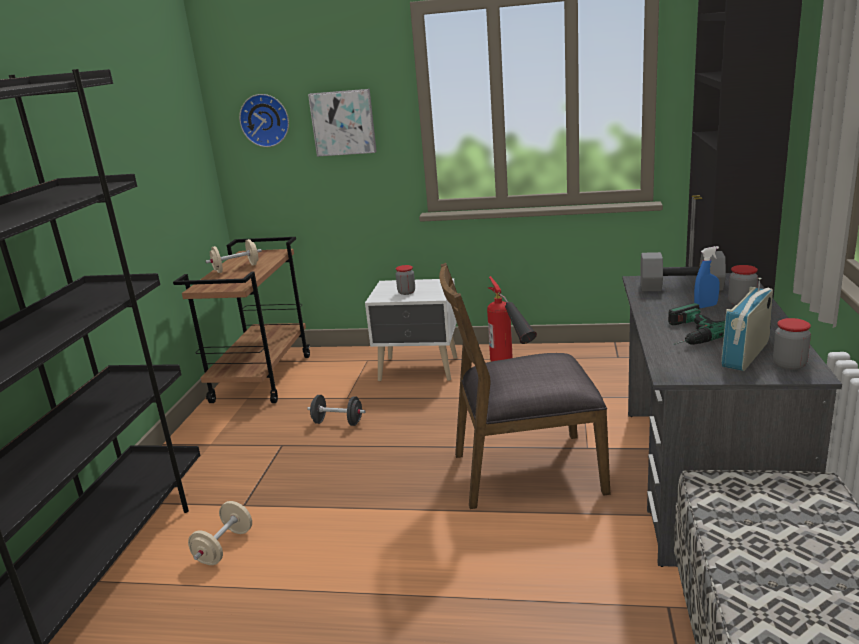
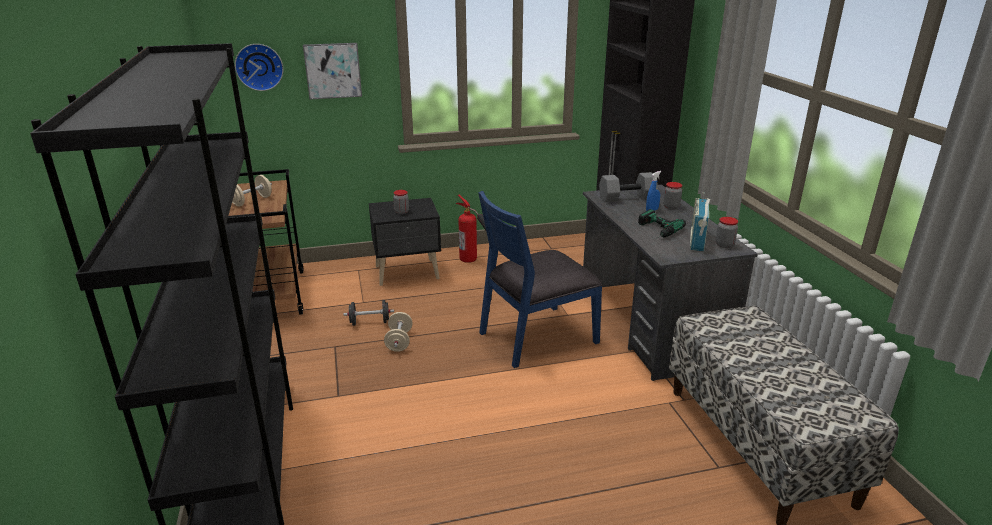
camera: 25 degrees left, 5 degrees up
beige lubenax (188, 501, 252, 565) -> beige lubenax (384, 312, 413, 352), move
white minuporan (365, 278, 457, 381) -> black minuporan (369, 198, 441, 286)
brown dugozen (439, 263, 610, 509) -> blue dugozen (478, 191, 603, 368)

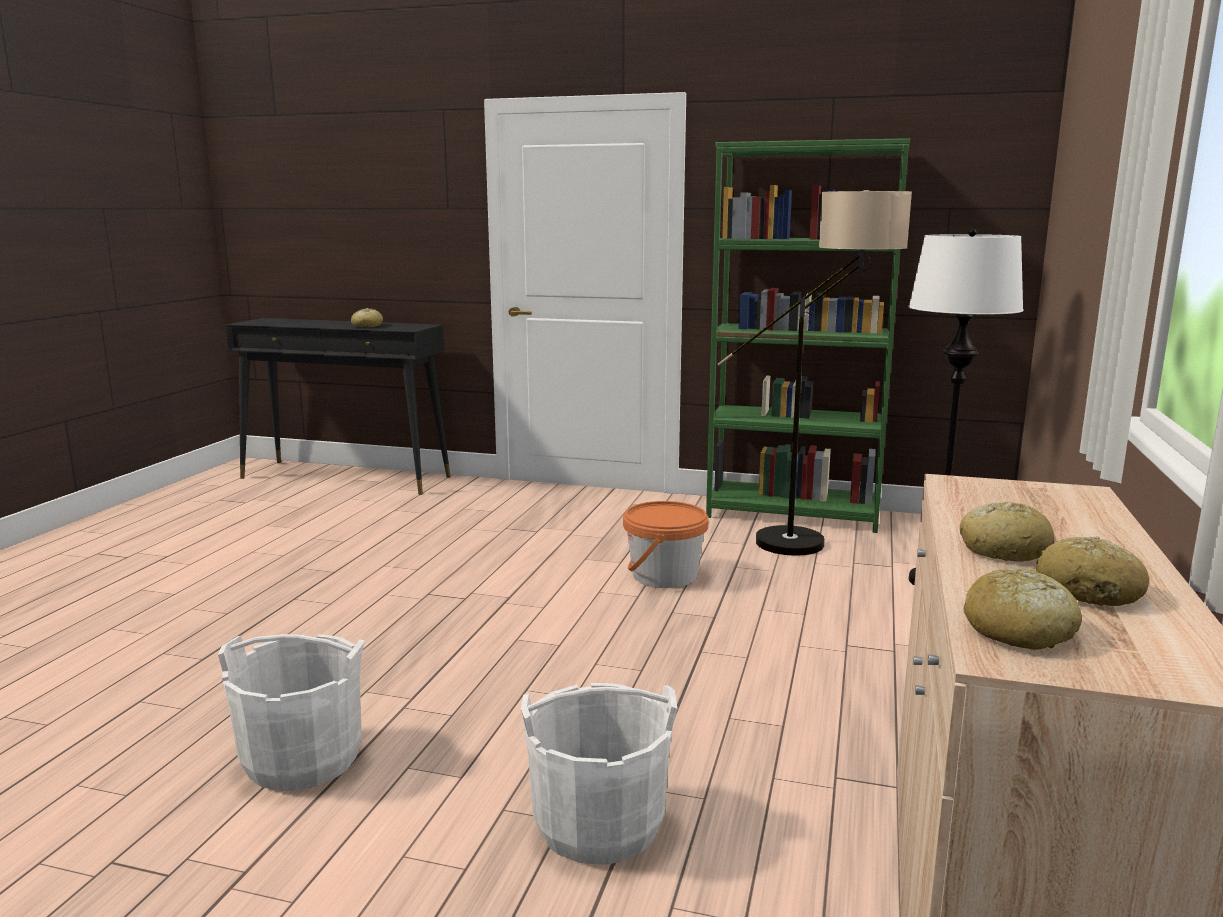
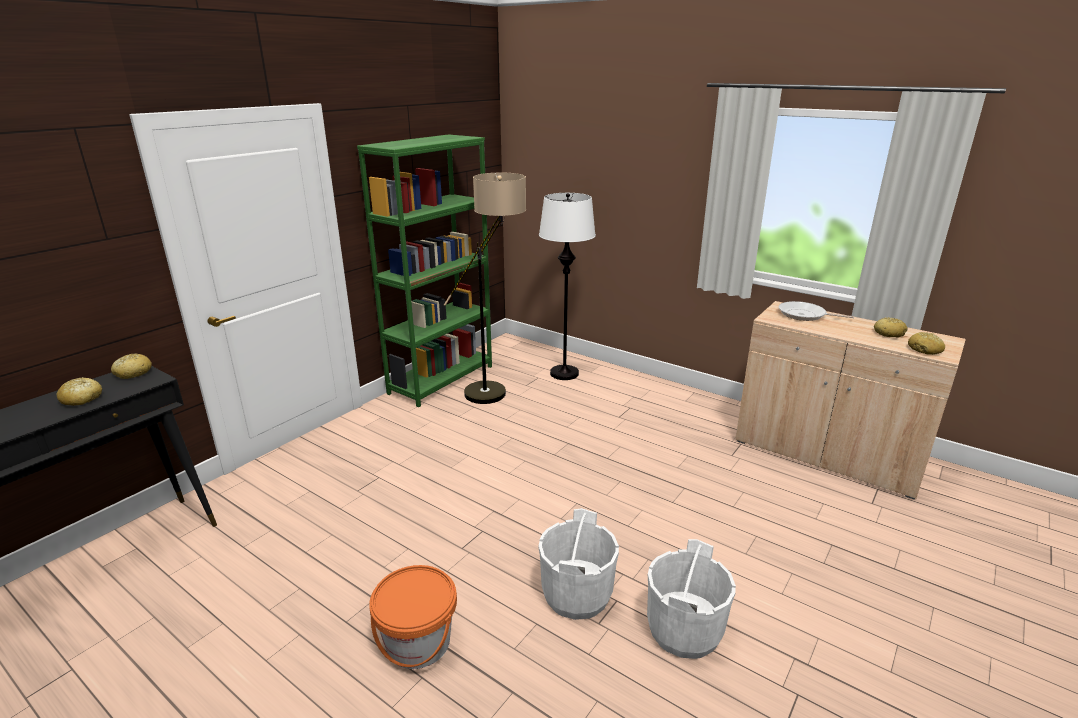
camera: 70 degrees left, 10 degrees up
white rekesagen (521, 683, 677, 865) -> white rekesagen (538, 508, 619, 620), move
orange rekesagen (623, 501, 709, 588) -> orange rekesagen (369, 565, 457, 669), move
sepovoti (960, 502, 1055, 562) -> sepovoti (111, 353, 152, 379), move
none -> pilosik (779, 301, 854, 321)

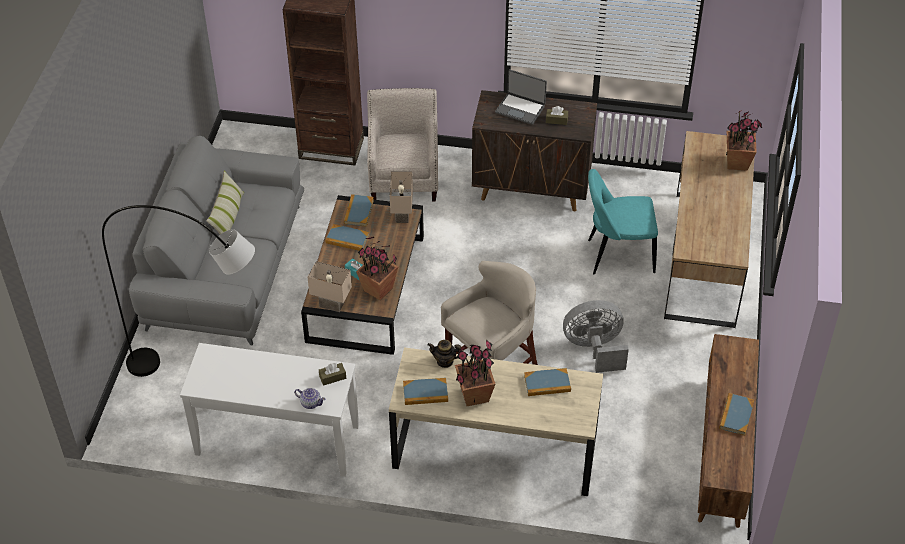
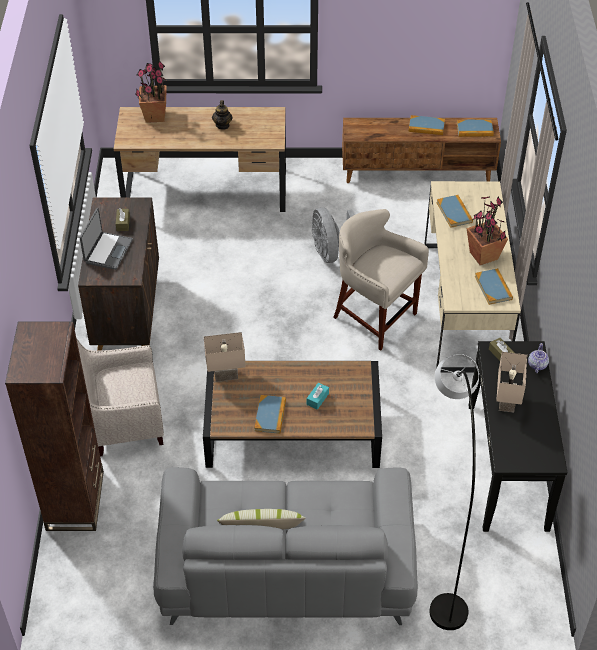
camera: 100 degrees left, 0 degrees up
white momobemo (180, 343, 359, 477) -> black momobemo (468, 341, 567, 532)
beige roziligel (307, 261, 352, 312) -> beige roziligel (496, 352, 527, 413), move
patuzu (344, 194, 374, 227) -> patuzu (457, 119, 494, 137), move
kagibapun (356, 237, 398, 300) -> none
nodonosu (427, 340, 461, 368) -> nodonosu (212, 100, 233, 130), move
turquoise dugozen (588, 169, 658, 274) -> none

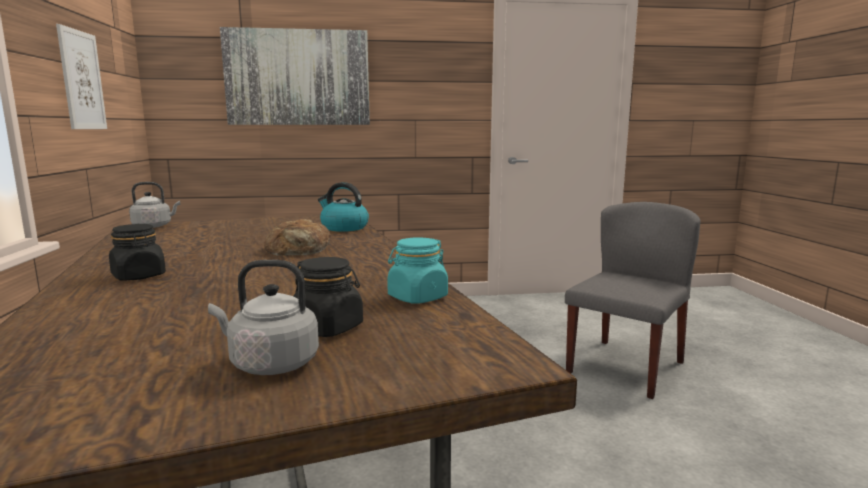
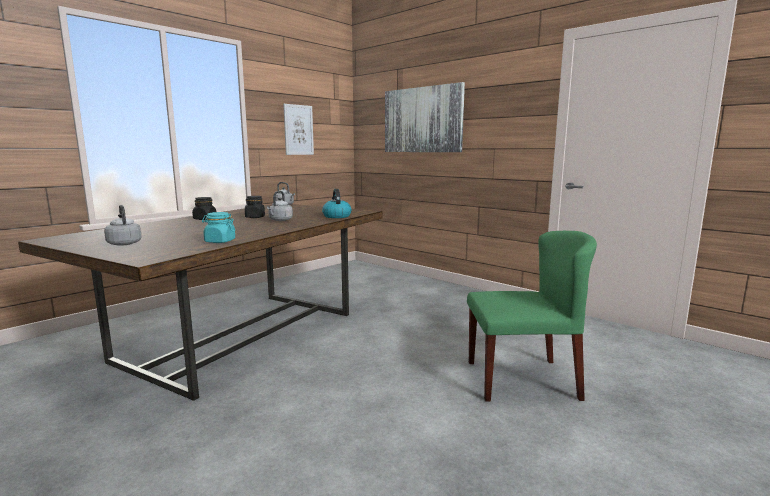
camera: 50 degrees right, 0 degrees up
sepovoti (264, 218, 331, 255) -> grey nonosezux (267, 191, 293, 221)
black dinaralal (294, 257, 363, 337) -> black dinaralal (245, 196, 265, 218), move
grey dugozen (565, 202, 700, 399) -> green dugozen (467, 231, 597, 402)

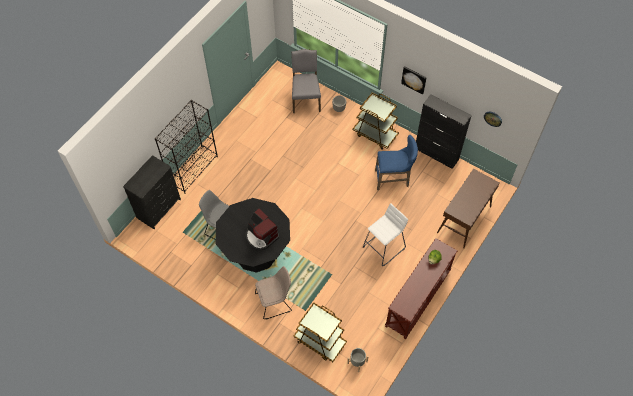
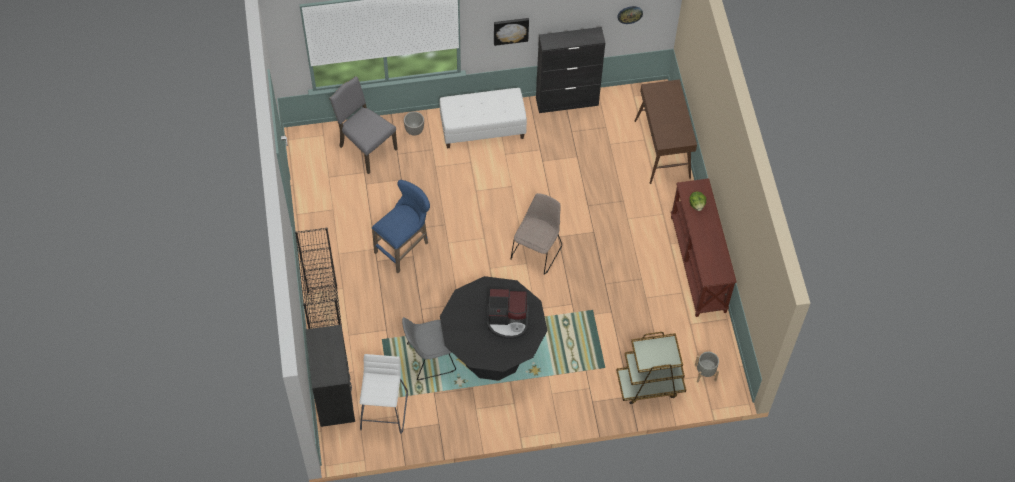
camera: 45 degrees left, 0 degrees up
beige dugozen (255, 266, 292, 320) -> beige dugozen (511, 193, 562, 275), move
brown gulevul (353, 92, 399, 150) -> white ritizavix (439, 88, 527, 148)
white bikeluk (363, 203, 408, 266) -> white bikeluk (360, 354, 408, 434), move
blue bikeluk (375, 135, 418, 190) -> blue bikeluk (372, 180, 430, 273), move

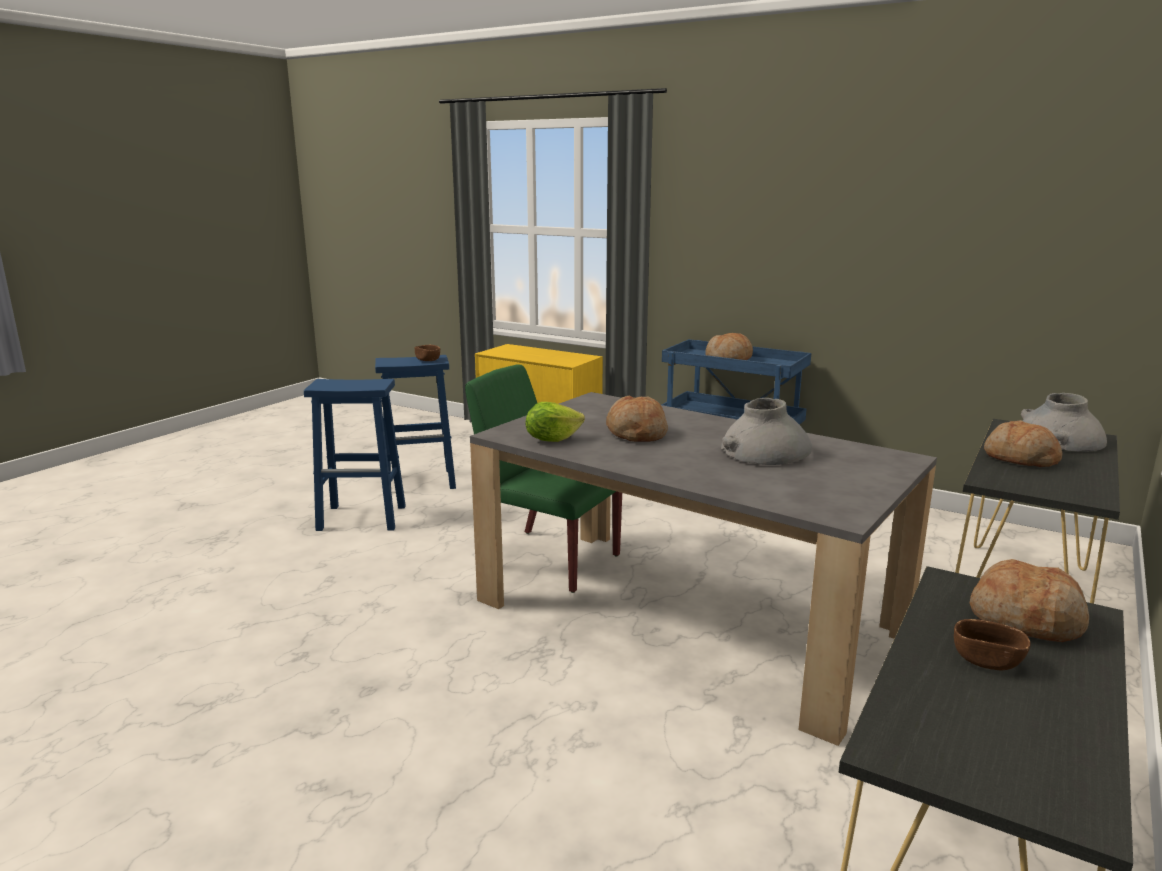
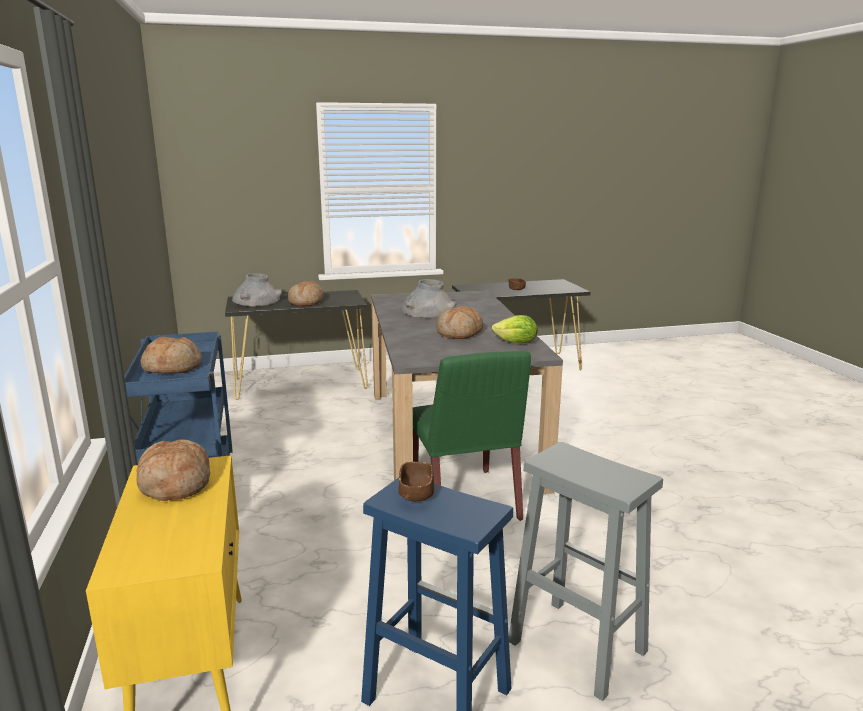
camera: 135 degrees left, 0 degrees up
blue bikeluk (304, 379, 406, 531) -> grey bikeluk (509, 442, 663, 701)
sepovoti (970, 559, 1089, 642) -> sepovoti (136, 439, 210, 501), move

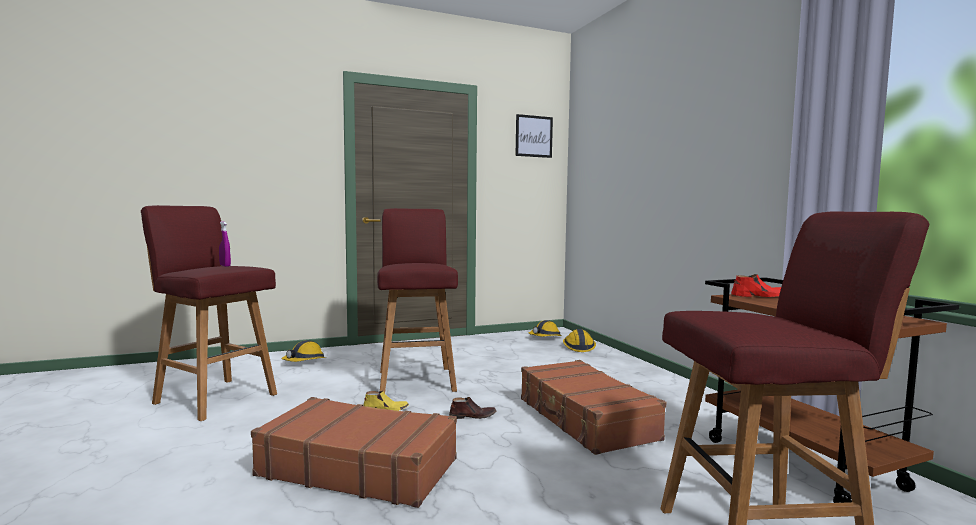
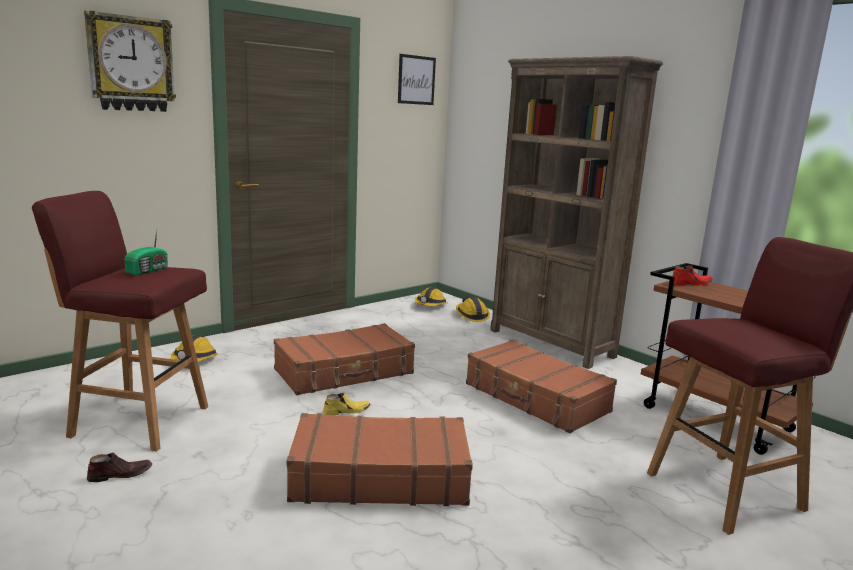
camera: 20 degrees left, 10 degrees up
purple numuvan (219, 221, 231, 267) -> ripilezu (124, 230, 168, 275)
red bikeluk (377, 208, 458, 393) -> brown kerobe (274, 323, 415, 395)
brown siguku (449, 397, 496, 419) -> brown siguku (87, 453, 152, 482), move
none -> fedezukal (84, 11, 176, 112)
none -> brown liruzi (490, 56, 663, 369)

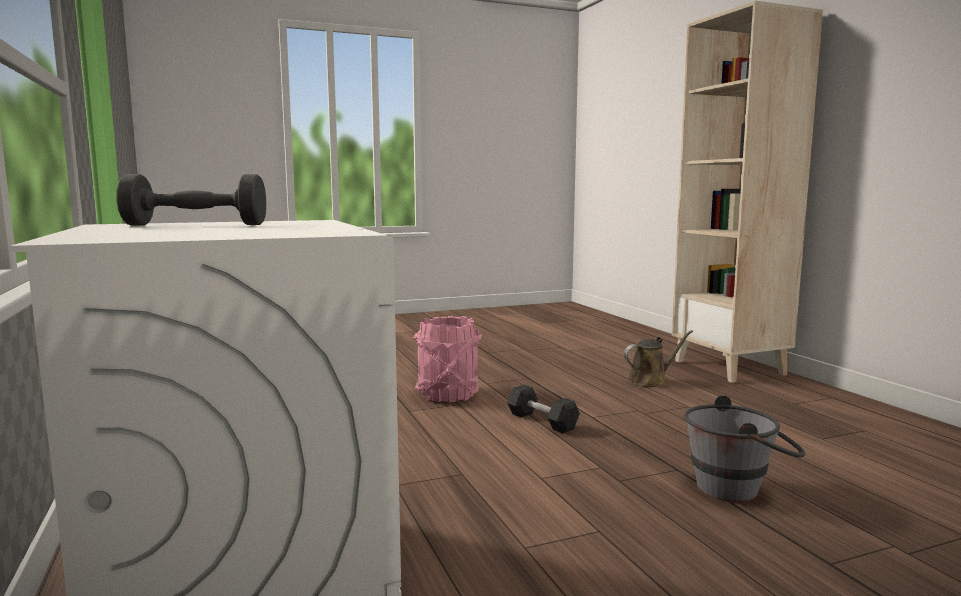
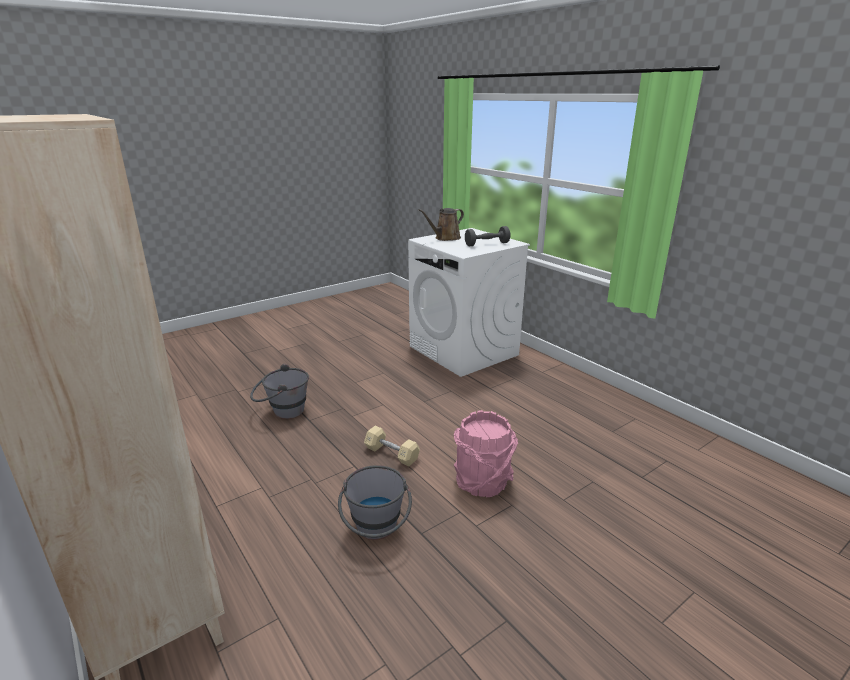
camera: 165 degrees right, 15 degrees up
black lubenax (507, 385, 580, 433) -> beige lubenax (364, 426, 420, 466)
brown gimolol (624, 330, 693, 387) -> brown gimolol (419, 208, 464, 241), move
none -> grey rekesagen (338, 465, 412, 540)

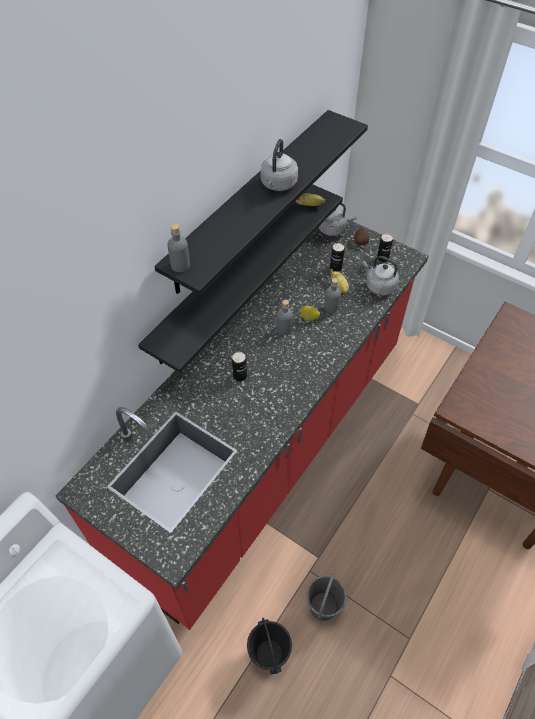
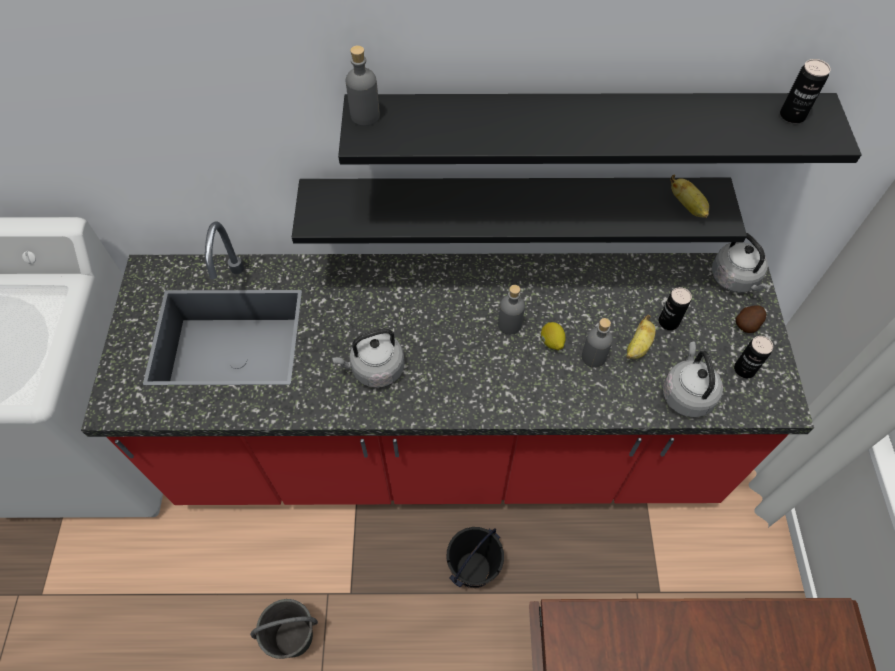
camera: 55 degrees right, 5 degrees up
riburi (232, 352, 247, 381) -> riburi (780, 59, 831, 123), move
black rekesagen (247, 618, 292, 674) -> black rekesagen (446, 527, 504, 588), move
grey nonosezux (261, 139, 298, 191) -> grey nonosezux (332, 328, 405, 388), move

